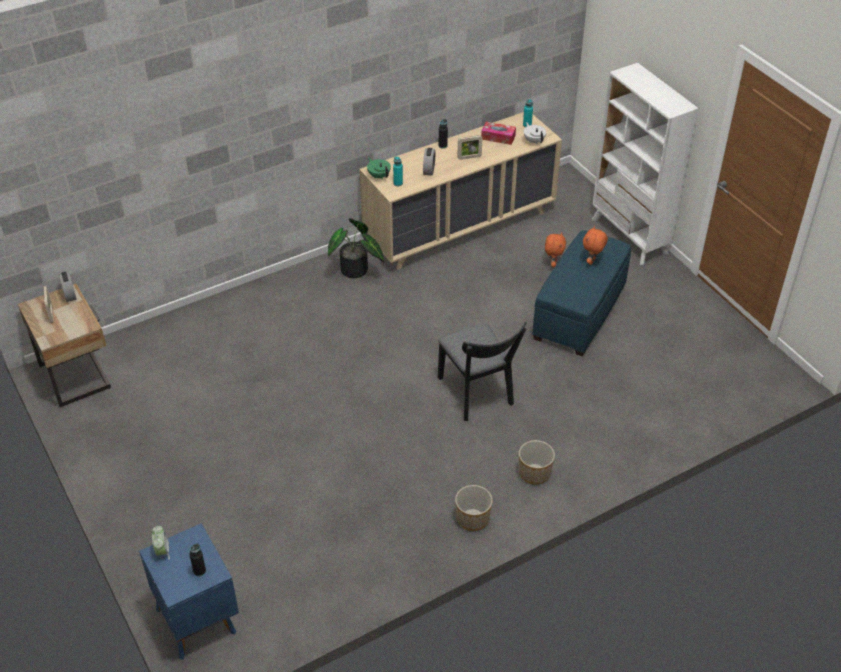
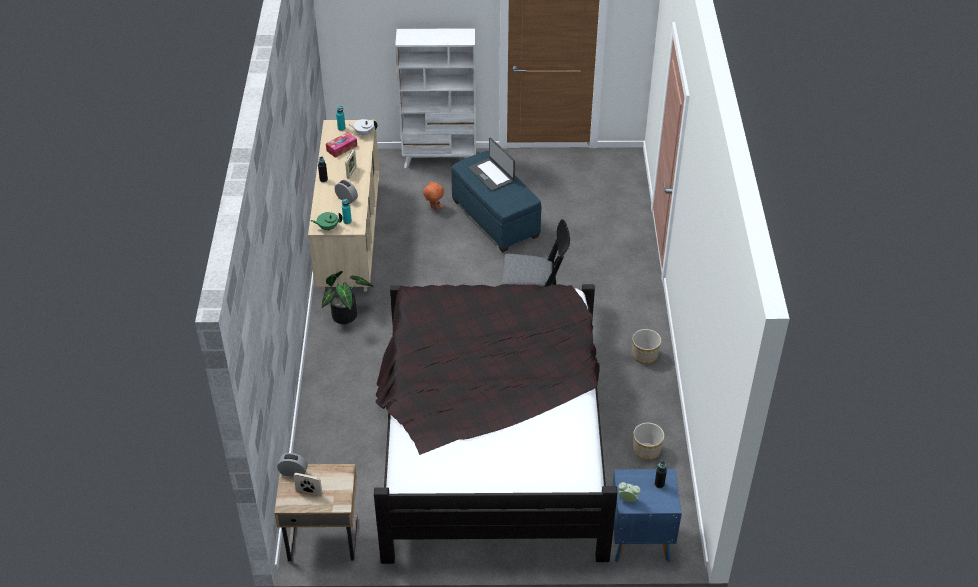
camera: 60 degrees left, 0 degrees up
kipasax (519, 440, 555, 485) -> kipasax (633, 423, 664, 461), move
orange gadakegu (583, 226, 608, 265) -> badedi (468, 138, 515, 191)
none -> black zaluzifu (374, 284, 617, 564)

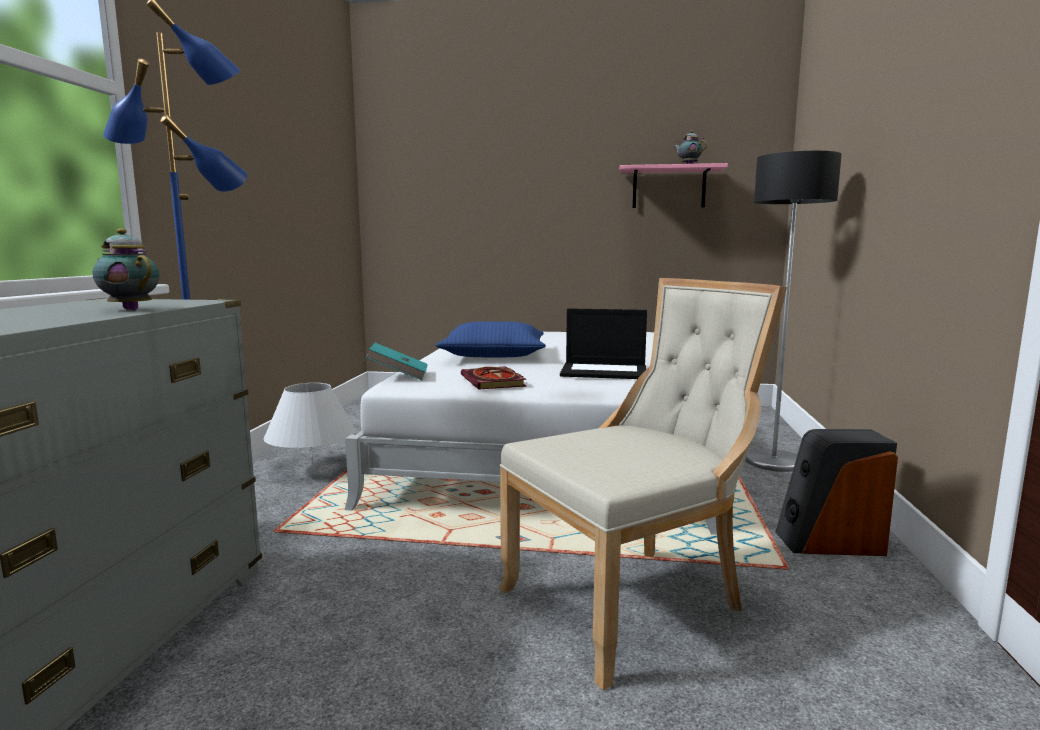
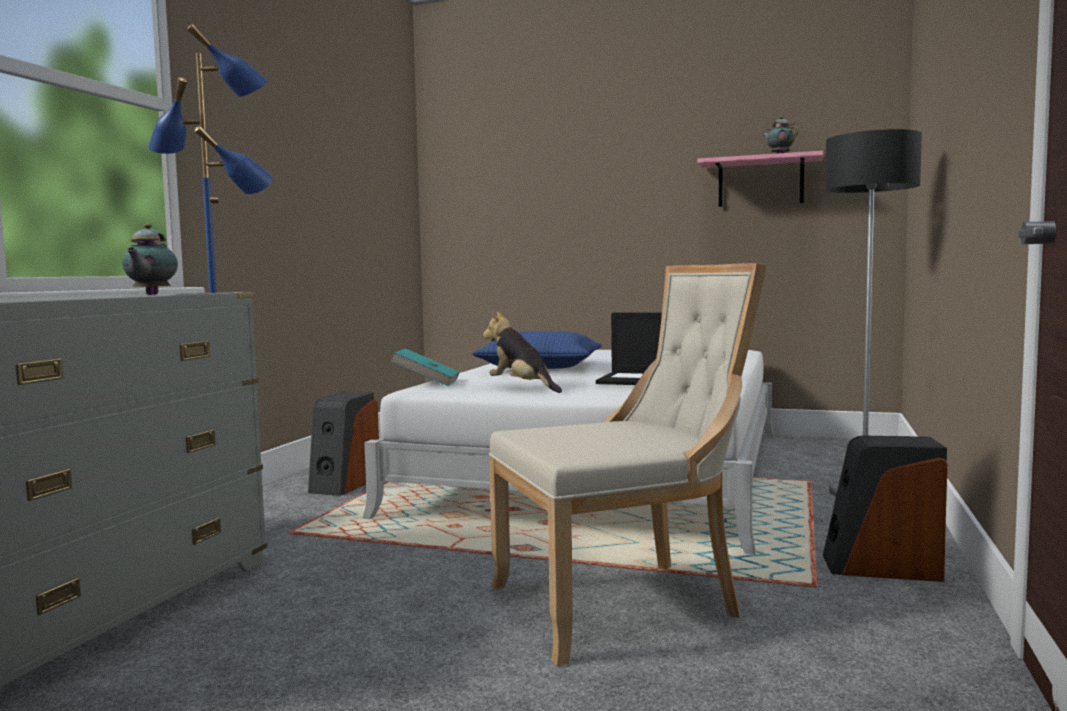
camera: 10 degrees right, 5 degrees down
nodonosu (93, 228, 160, 310) -> nodonosu (122, 224, 178, 295), 135 degrees counterclockwise
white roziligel (263, 383, 356, 469) -> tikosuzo (308, 392, 379, 496)
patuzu (461, 366, 526, 390) -> gadakegu (483, 312, 562, 393)

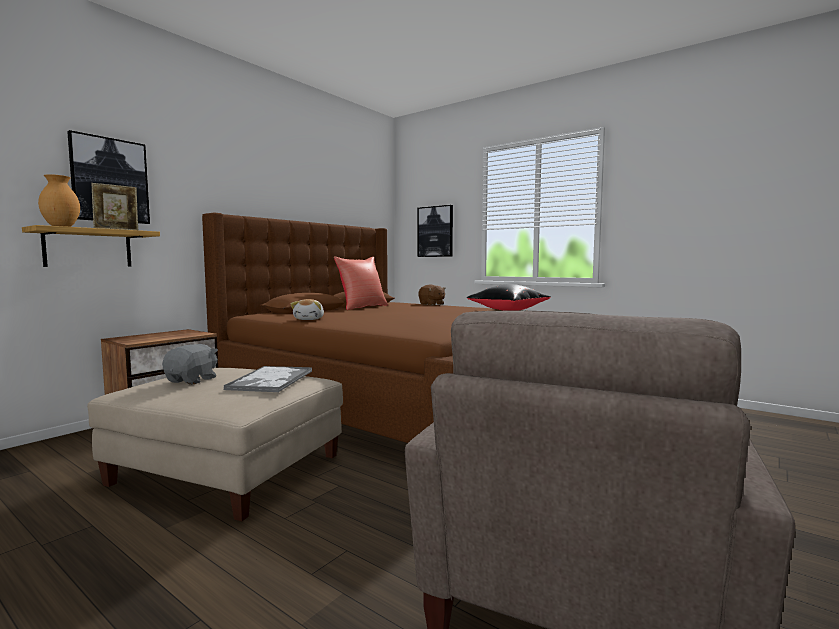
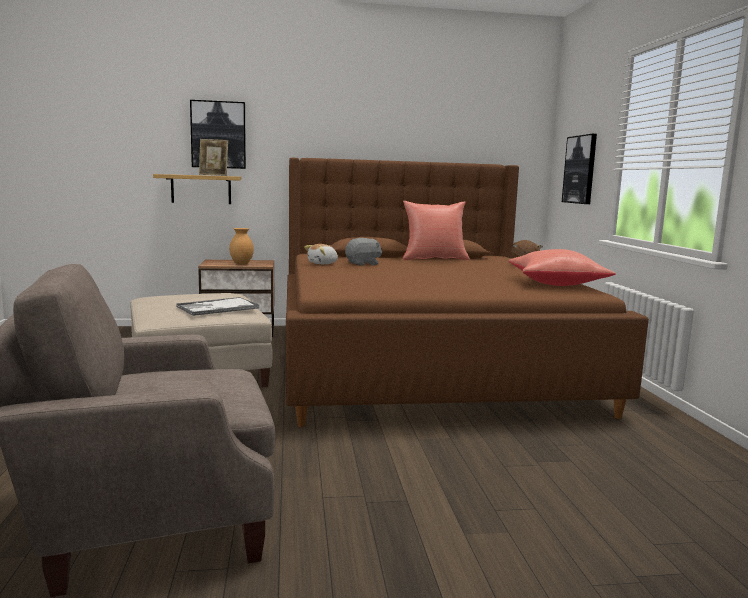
camera: 45 degrees right, 5 degrees up
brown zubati (38, 174, 80, 227) -> brown zubati (229, 228, 254, 265), move
grey gadakegu (162, 344, 218, 384) -> grey gadakegu (345, 238, 382, 266), move
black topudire (467, 284, 551, 311) -> red topudire (508, 249, 615, 286)

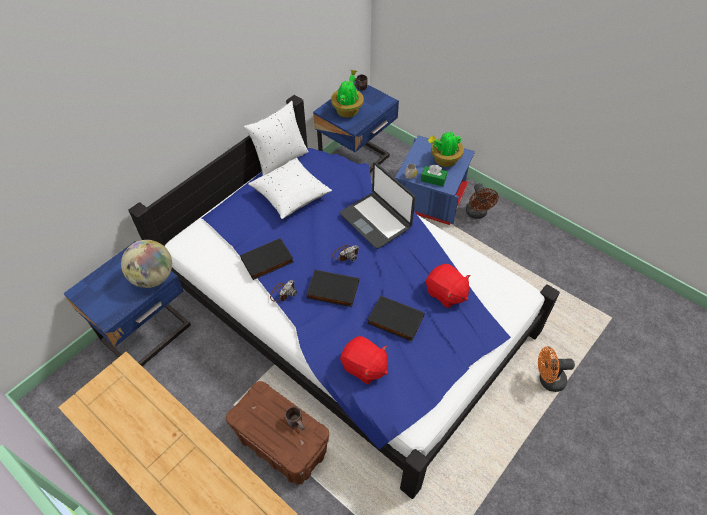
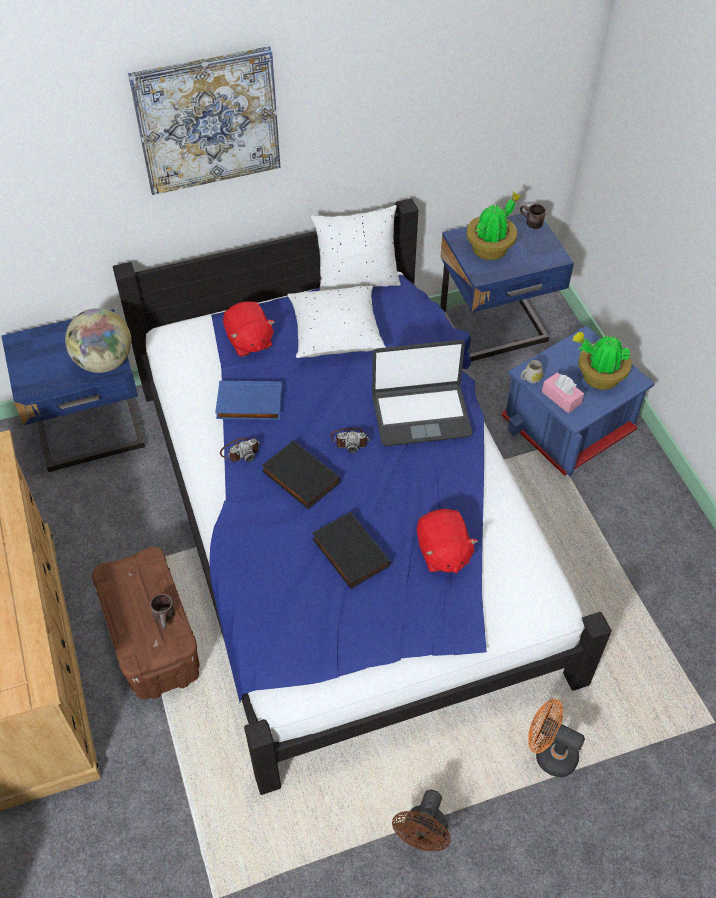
camera: 30 degrees right, 0 degrees up
black patuzu (240, 238, 294, 280) -> blue patuzu (215, 381, 282, 420)
badedi (340, 162, 415, 249) -> badedi (372, 340, 472, 446), 90 degrees counterclockwise
red gadakegu (340, 336, 388, 384) -> red gadakegu (223, 301, 275, 357), move
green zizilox (421, 165, 447, 187) -> pink zizilox (542, 372, 584, 413)
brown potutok (466, 183, 499, 219) -> brown potutok (392, 789, 450, 851), move
none -> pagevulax (128, 46, 280, 195)

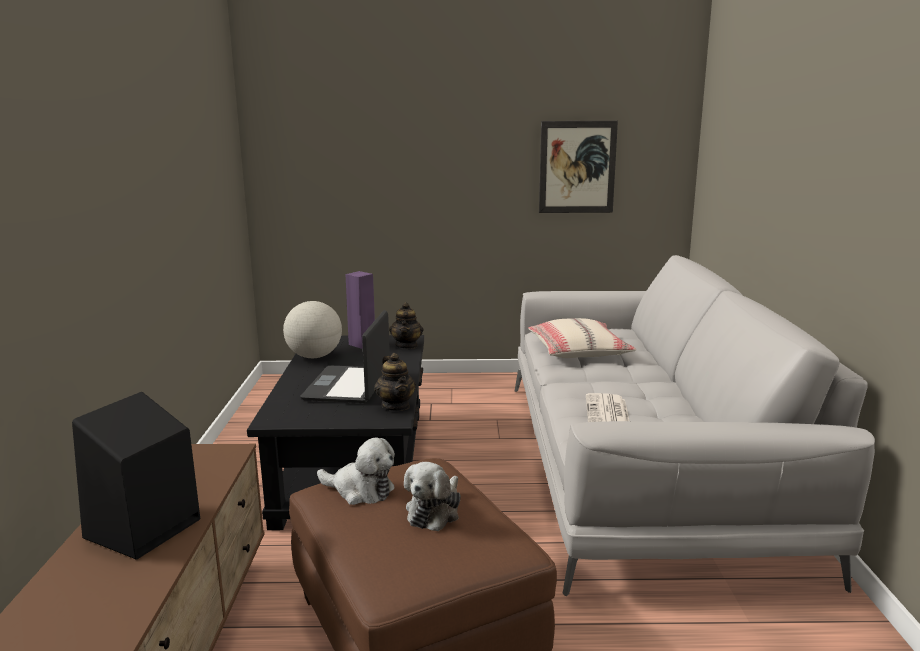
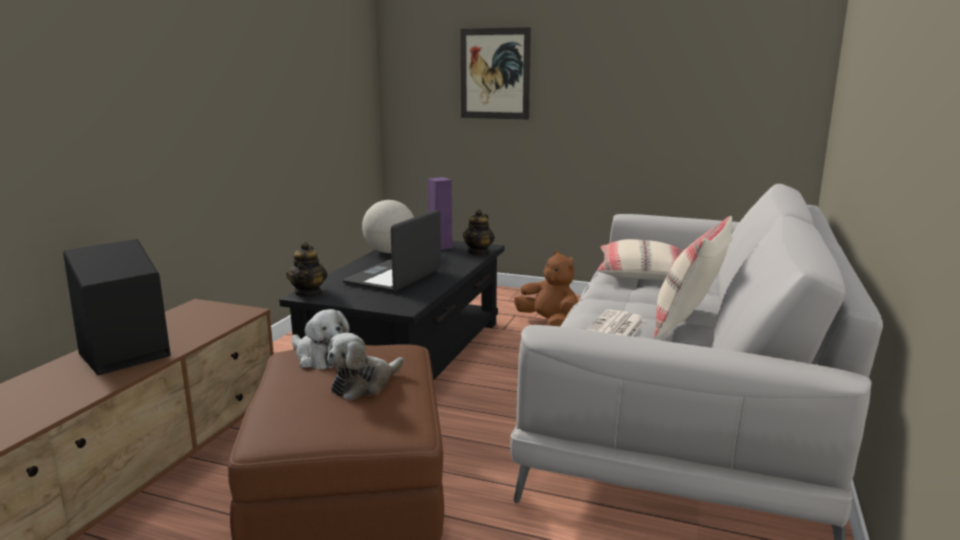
camera: 20 degrees right, 0 degrees up
nodonosu (374, 353, 416, 411) -> nodonosu (286, 242, 327, 297), move
pagevulax (539, 121, 618, 213) -> pagevulax (460, 27, 531, 120), move
none -> brown gadakegu (514, 251, 578, 326)
none -> beige topudire (654, 216, 733, 339)

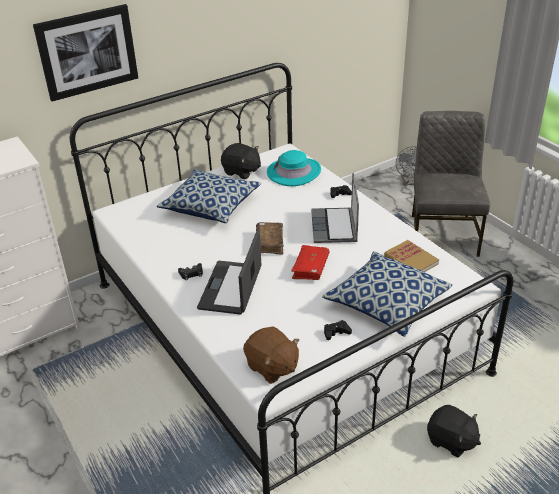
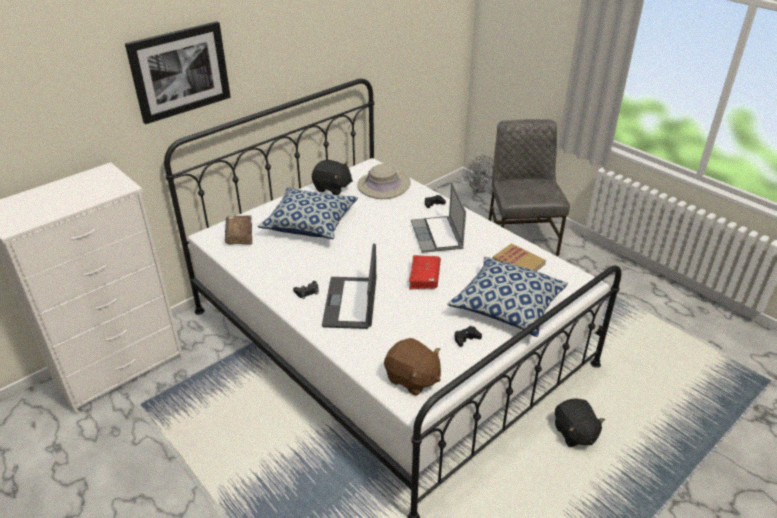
camera: 10 degrees left, 0 degrees up
brown patuzu (256, 222, 284, 254) -> brown patuzu (225, 215, 252, 244), move
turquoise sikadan (267, 150, 321, 186) -> beige sikadan (357, 164, 411, 199)
black gadakegu (427, 405, 481, 457) -> black gadakegu (555, 398, 605, 447), 45 degrees clockwise

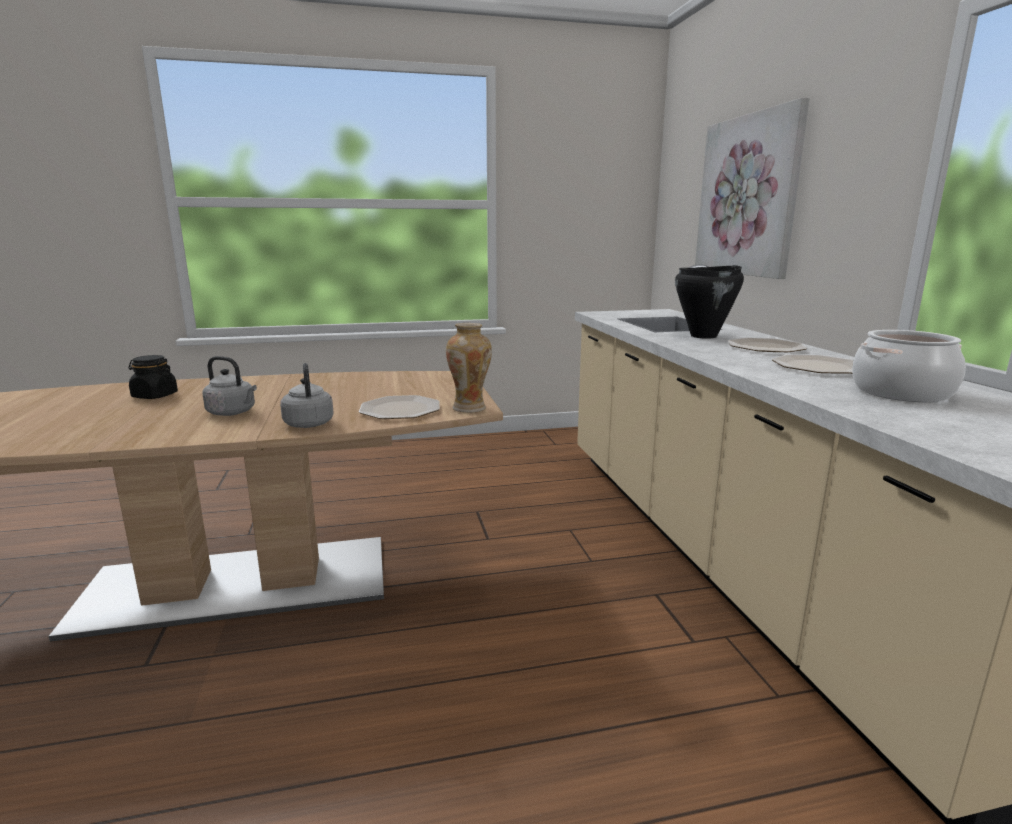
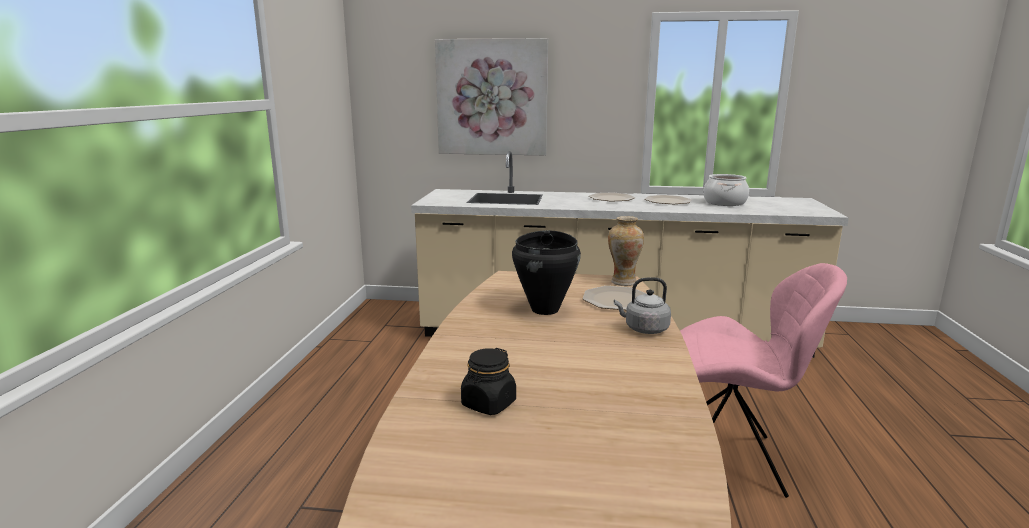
camera: 70 degrees left, 0 degrees up
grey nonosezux (202, 356, 257, 416) -> none
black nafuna (675, 265, 744, 339) -> black nafuna (512, 230, 581, 315), move
none -> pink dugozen (680, 263, 847, 498)

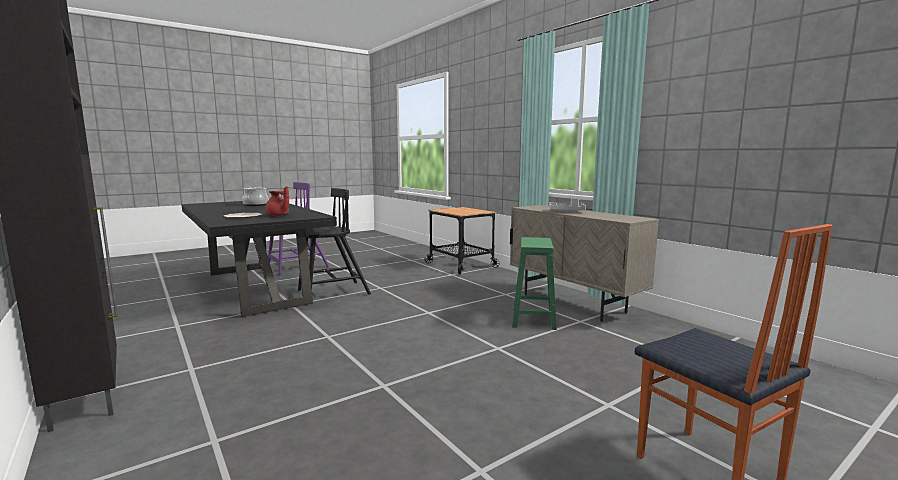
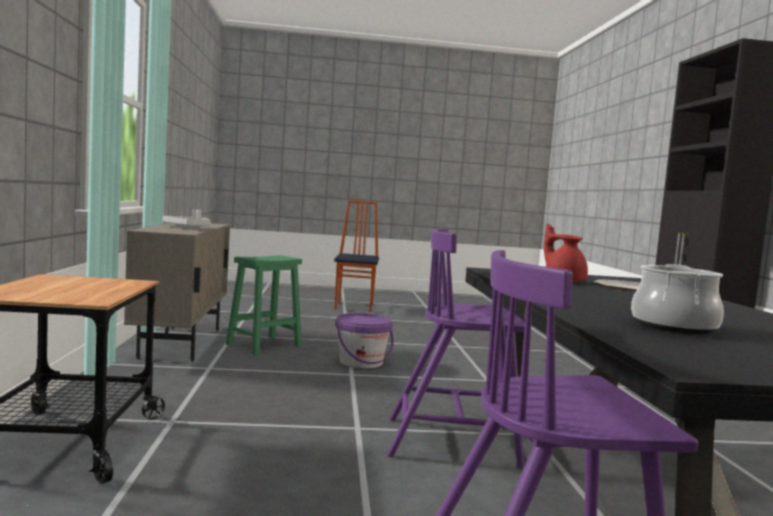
camera: 150 degrees left, 5 degrees down
black dugozen (298, 188, 371, 295) -> purple dugozen (387, 228, 525, 469)
none -> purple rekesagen (335, 313, 394, 368)

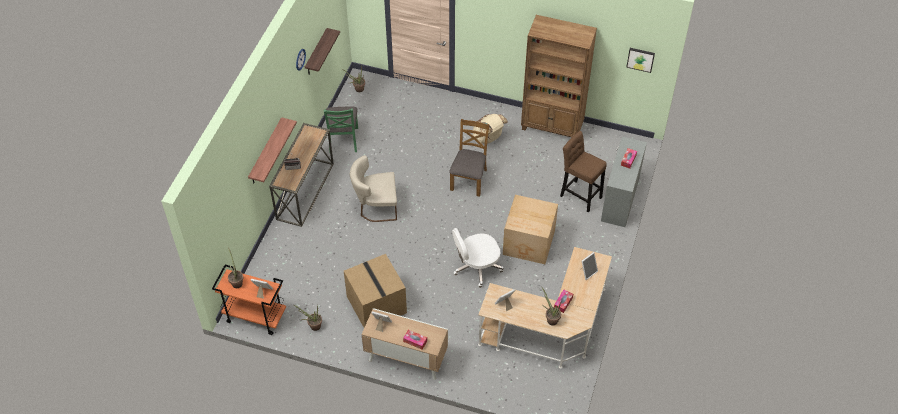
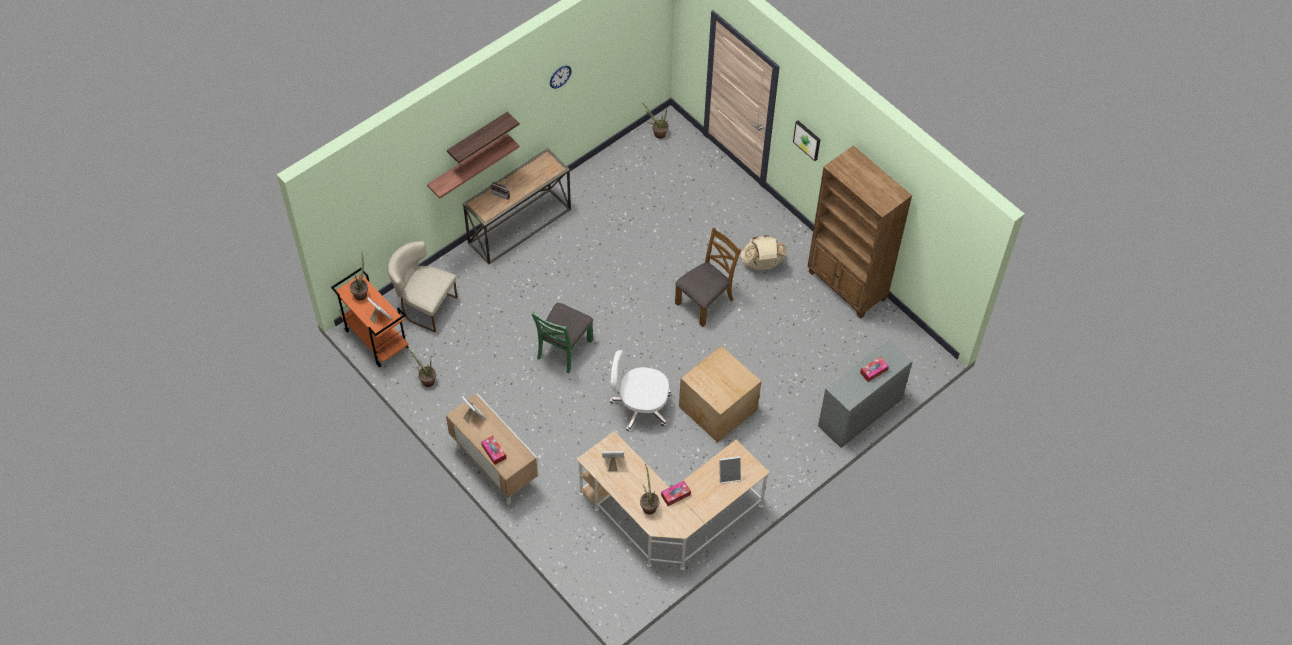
camera: 30 degrees right, 5 degrees up
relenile (305, 28, 340, 74) -> relenile (447, 112, 519, 163), move
green dugozen (324, 107, 358, 152) -> green dugozen (531, 303, 593, 373), move
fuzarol (344, 254, 407, 327) -> none
beige dugozen (349, 155, 397, 222) -> beige dugozen (387, 241, 458, 332), move
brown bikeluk (560, 131, 607, 212) -> none
pagevulax (626, 48, 655, 73) -> pagevulax (793, 121, 820, 161), move

